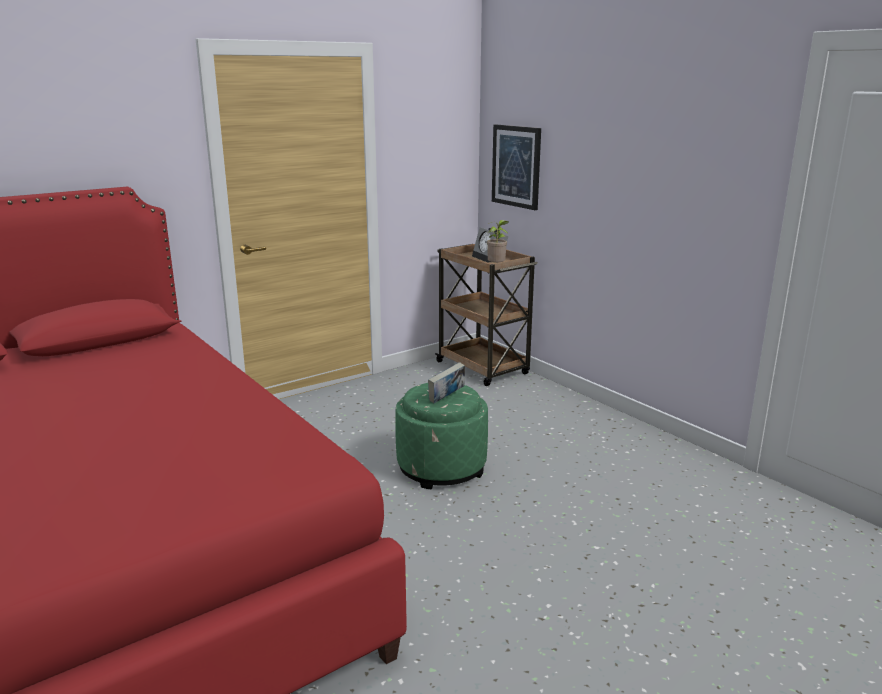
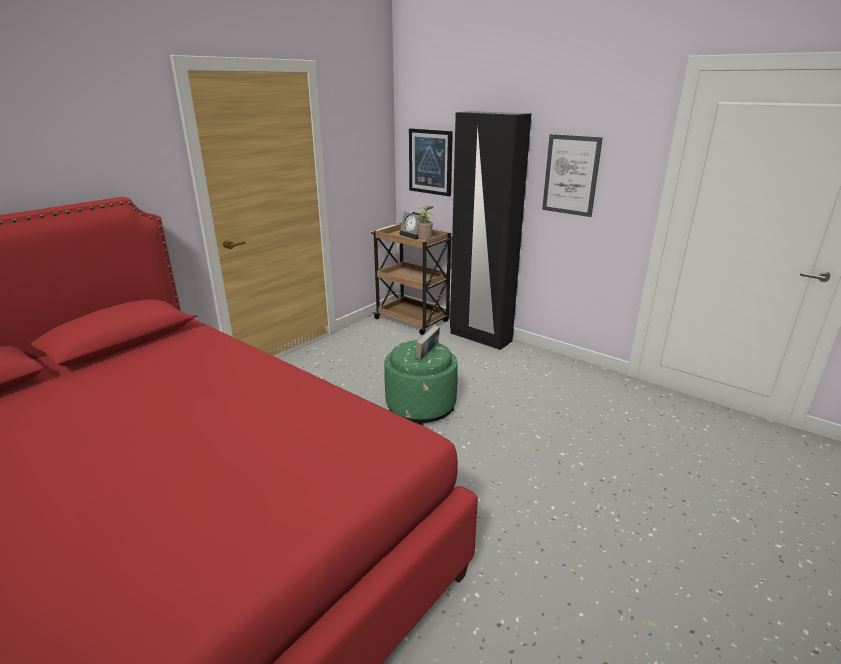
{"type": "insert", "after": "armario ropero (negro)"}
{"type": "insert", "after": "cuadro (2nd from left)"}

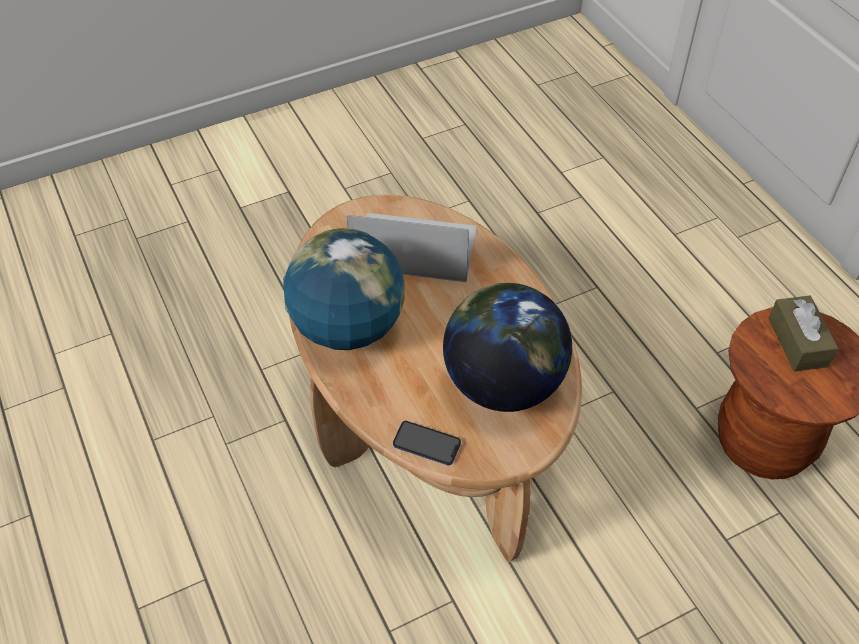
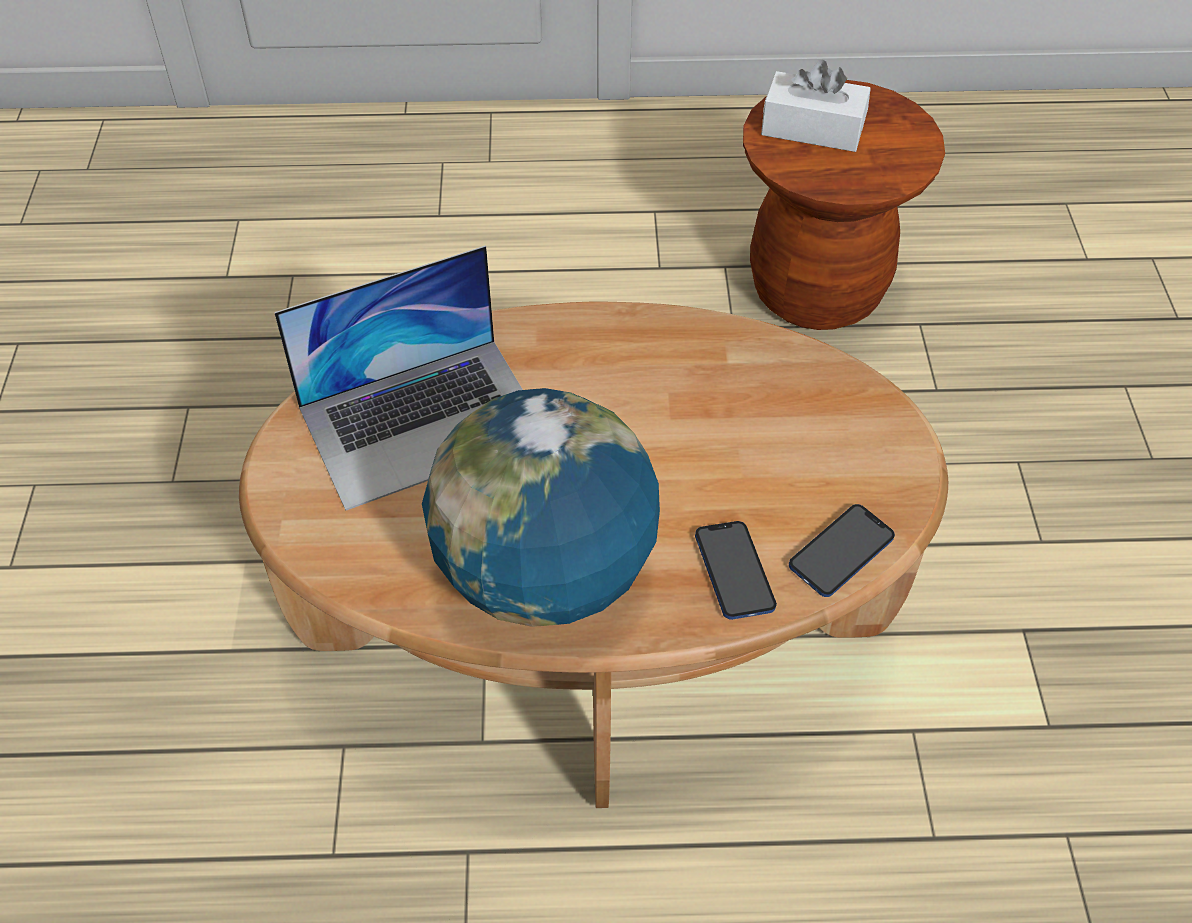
{"type": "rotate", "before": "portátil", "turn": -150}
{"type": "delete", "before": "globo terráqueo (2nd from left)"}
{"type": "recolor", "before": "caja de pañuelos (marrón)", "after": "caja de pañuelos (blanco)"}
{"type": "insert", "after": "móvil (1st from left)"}

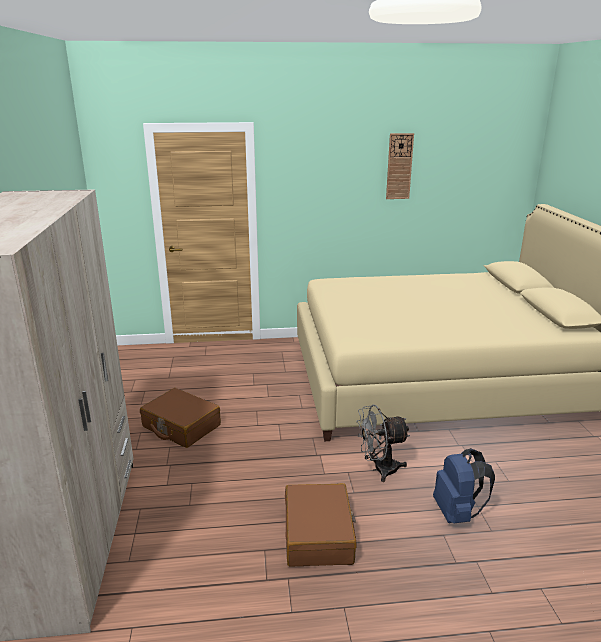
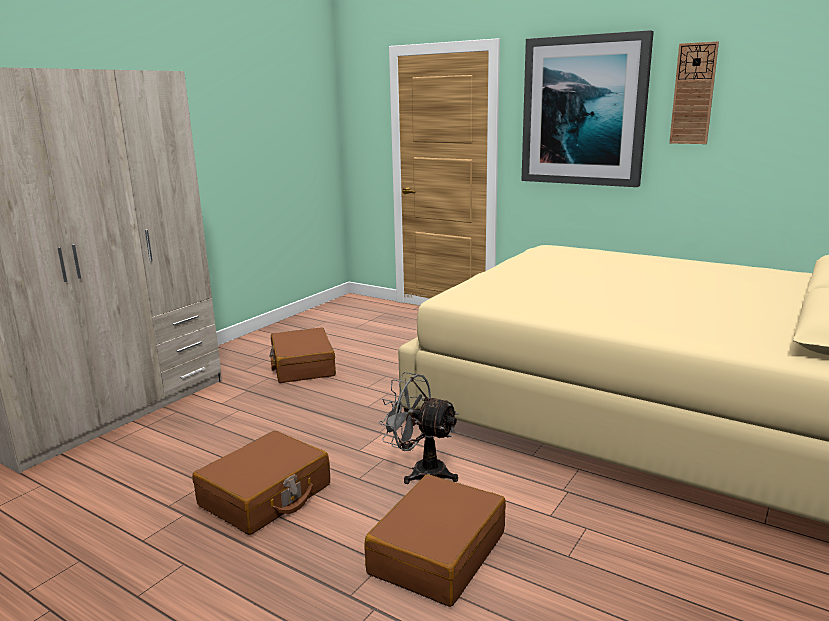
{"type": "replace", "before": "mochila (azul)", "after": "maleta (marrón) (3rd from left)"}
{"type": "insert", "after": "cuadro"}

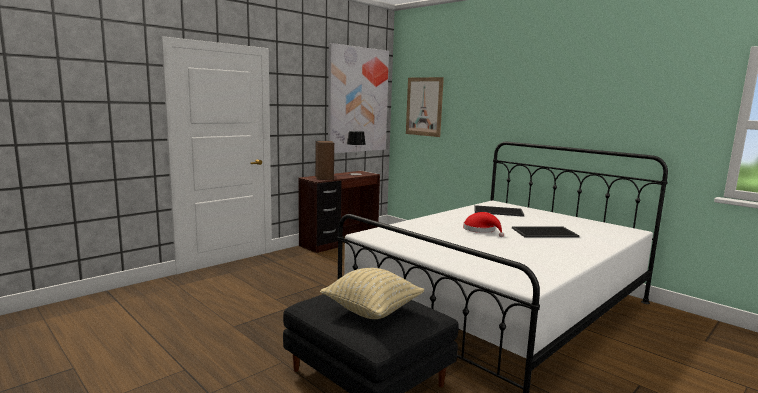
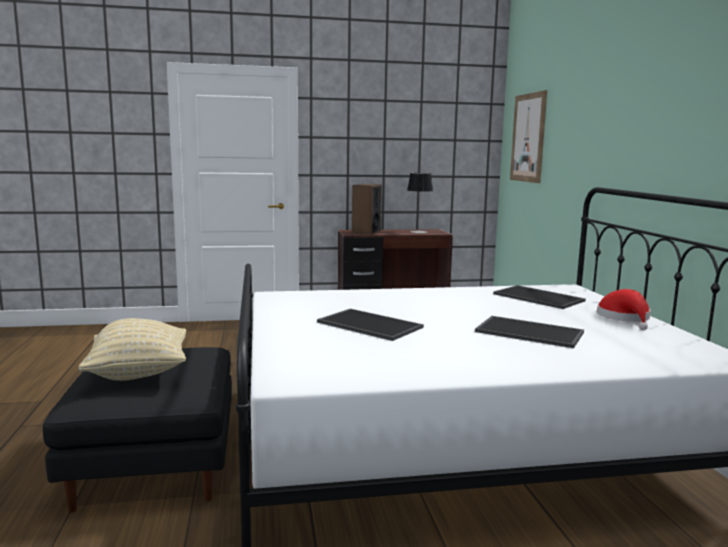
{"type": "delete", "before": "cuadro (1st from left)"}
{"type": "move", "before": "sombrero (rojo)"}
{"type": "insert", "after": "bandeja (1st from left)"}

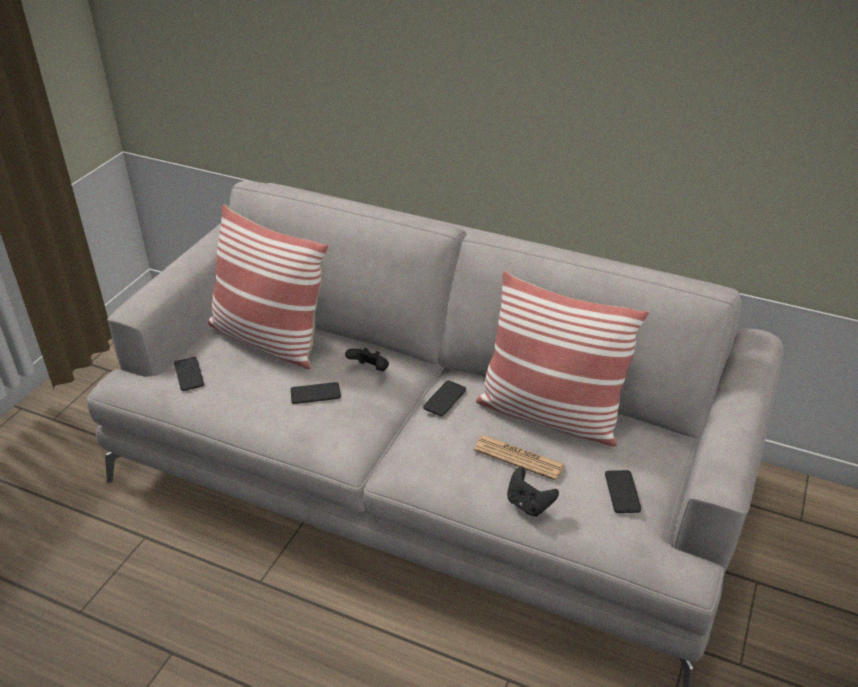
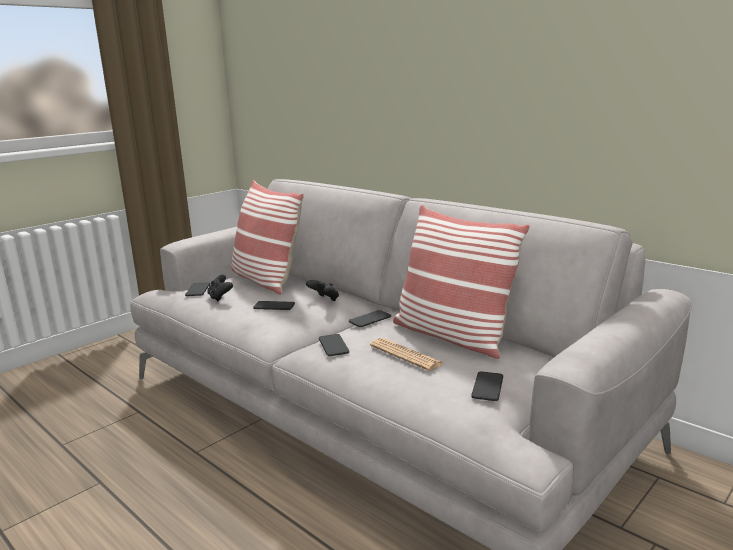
{"type": "move", "before": "mando de consola (negro) (2nd from left in the first image)", "after": "mando de consola (negro) (1st from left)"}
{"type": "insert", "after": "móvil (3rd from left)"}

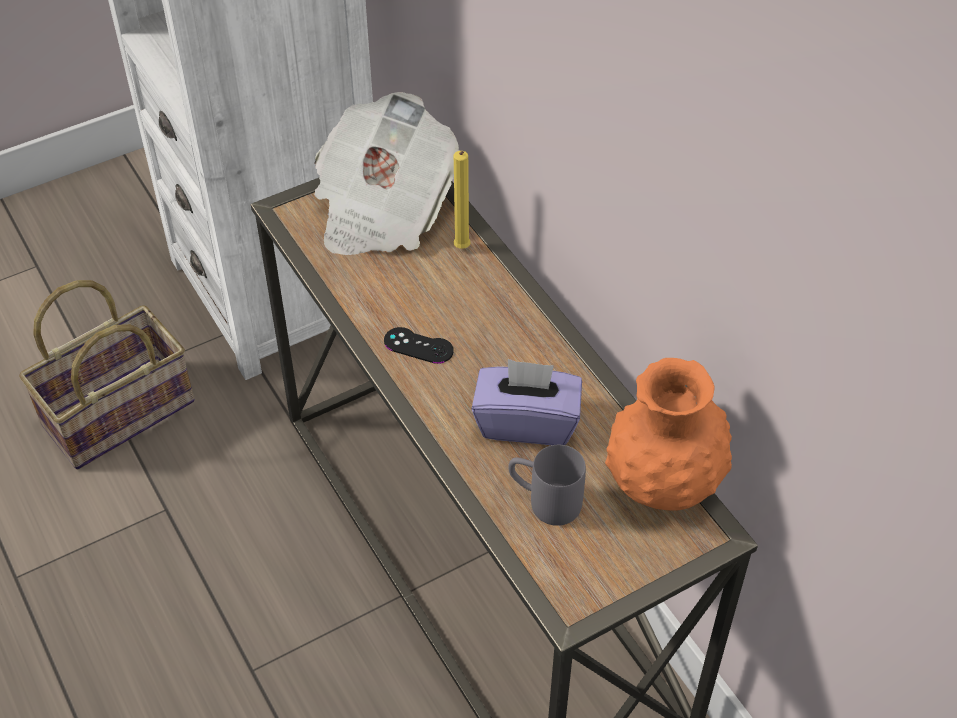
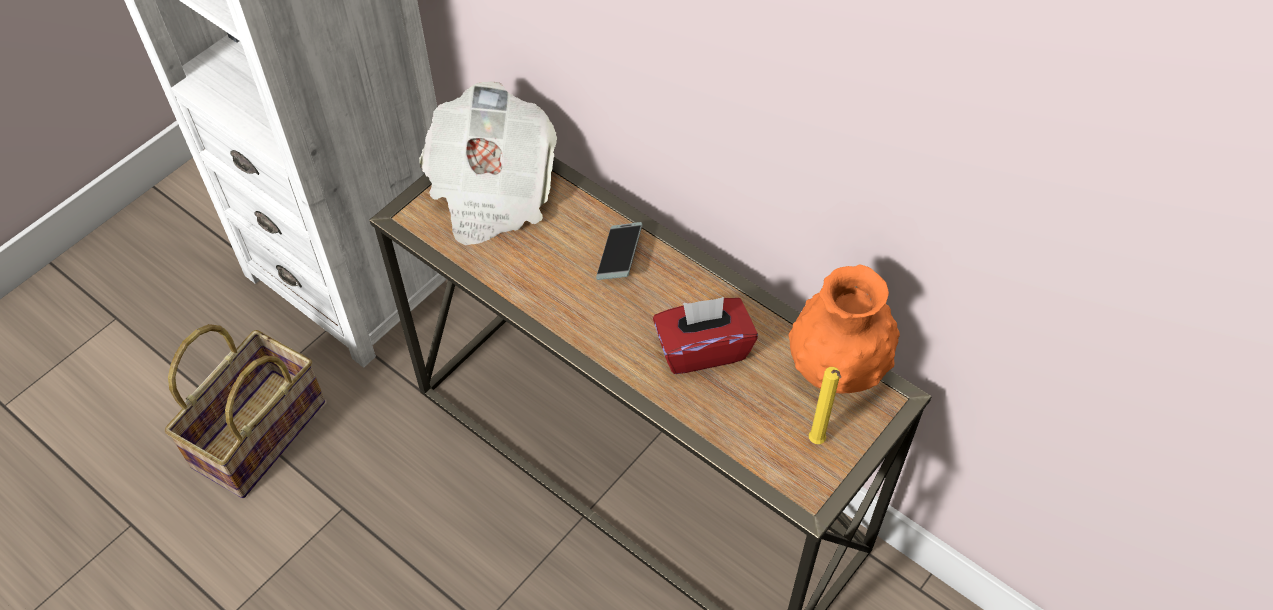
{"type": "delete", "before": "mando de consola (negro)"}
{"type": "move", "before": "vela (amarillo)"}
{"type": "recolor", "before": "caja de pañuelos (morado)", "after": "caja de pañuelos (rojo)"}
{"type": "delete", "before": "taza grande (gris)"}
{"type": "insert", "after": "móvil"}

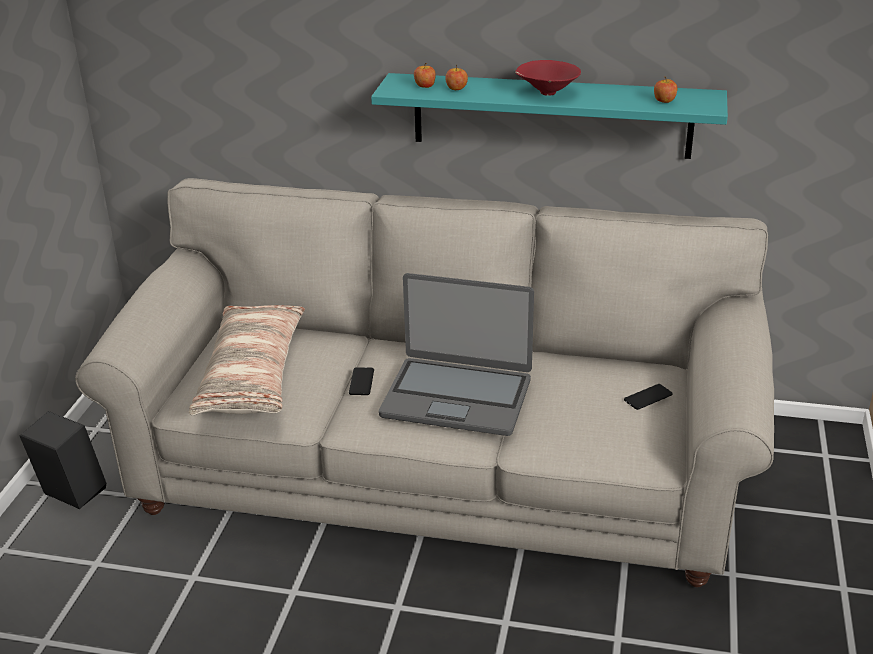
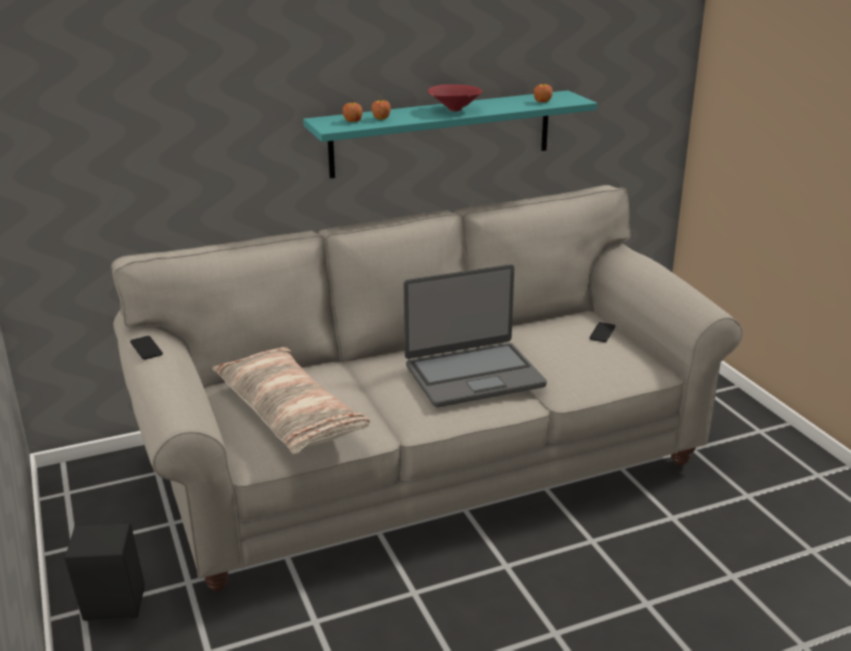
{"type": "move", "before": "móvil (1st from left)"}

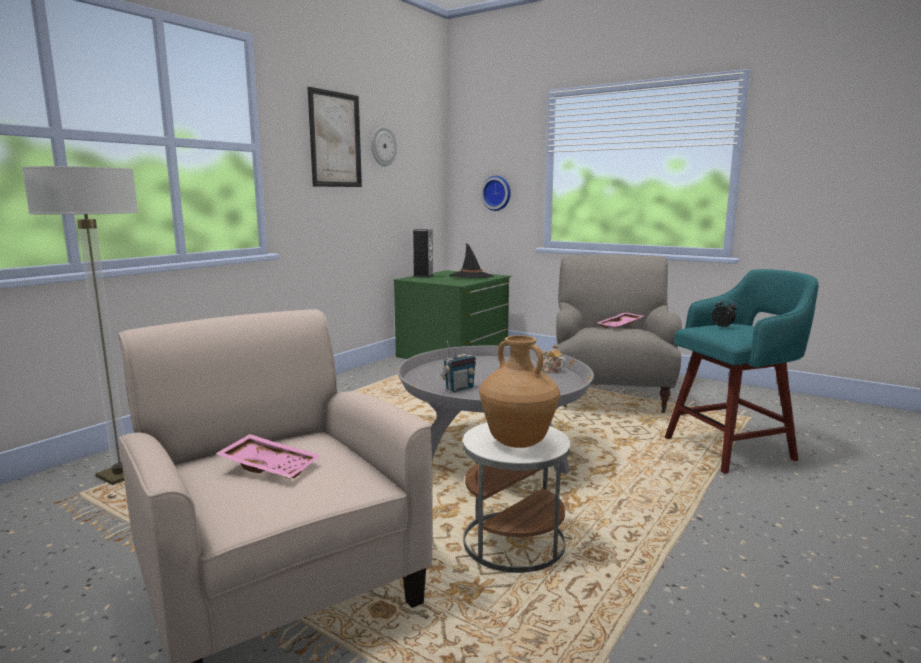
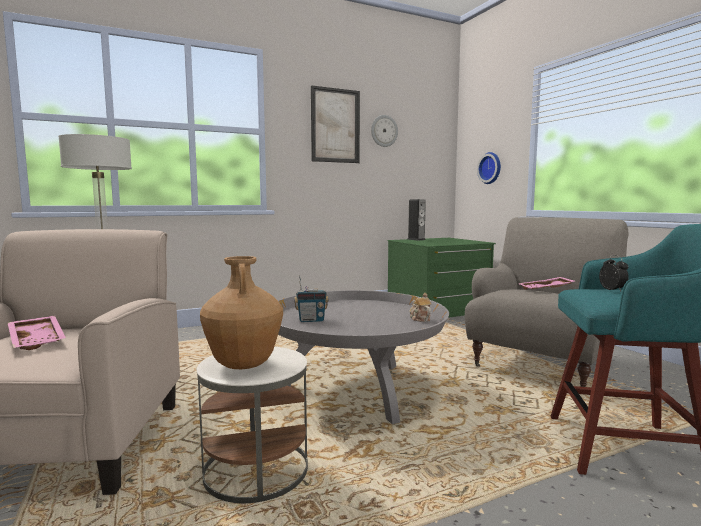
{"type": "delete", "before": "sombrero (negro)"}

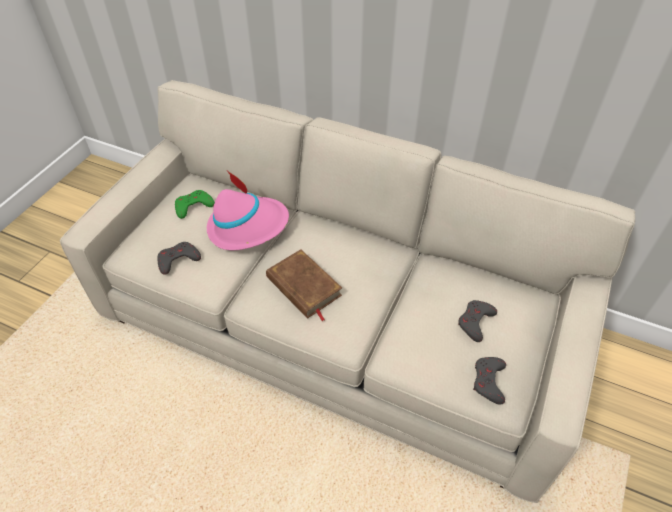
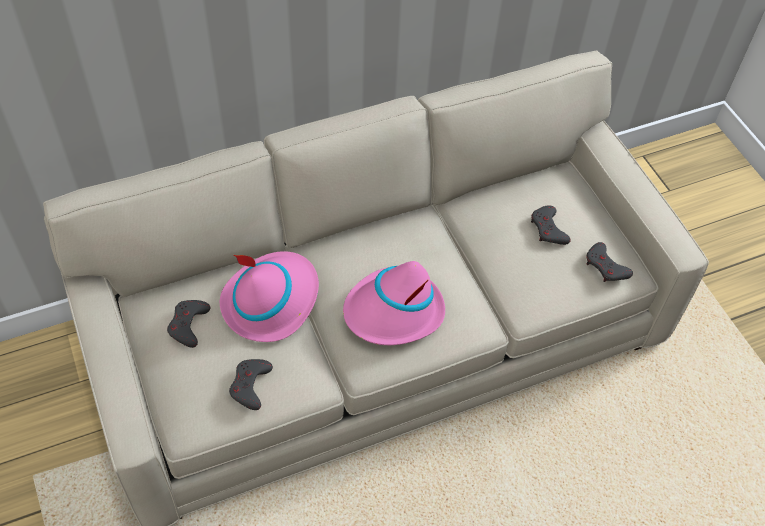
{"type": "recolor", "before": "mando de consola (verde)", "after": "mando de consola (gris) (1st from left)"}
{"type": "replace", "before": "libro (marrón)", "after": "sombrero (rosa) (2nd from left)"}

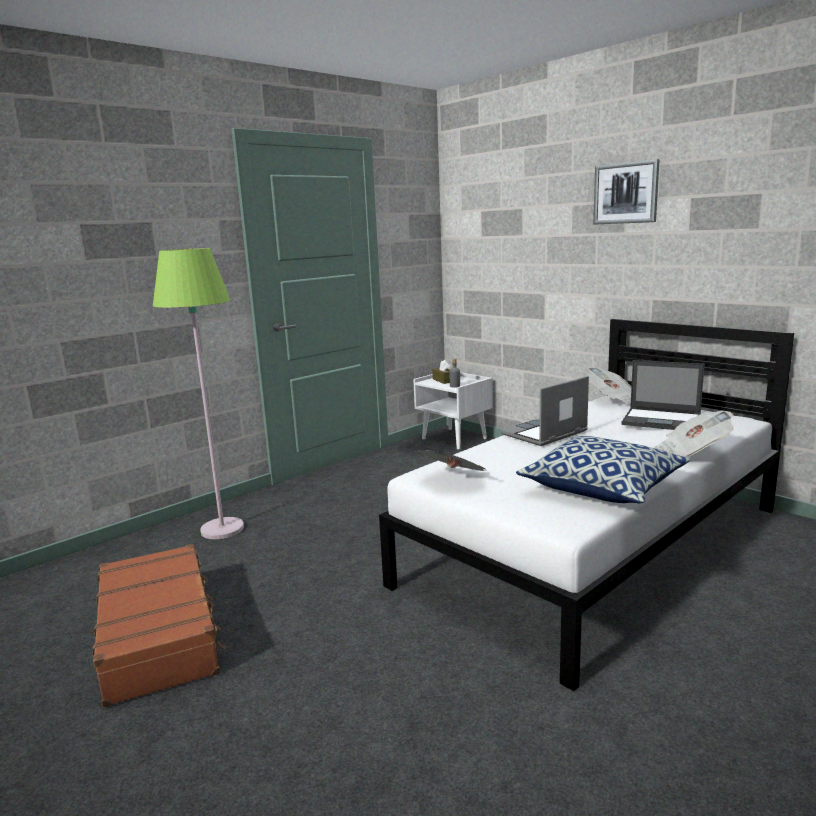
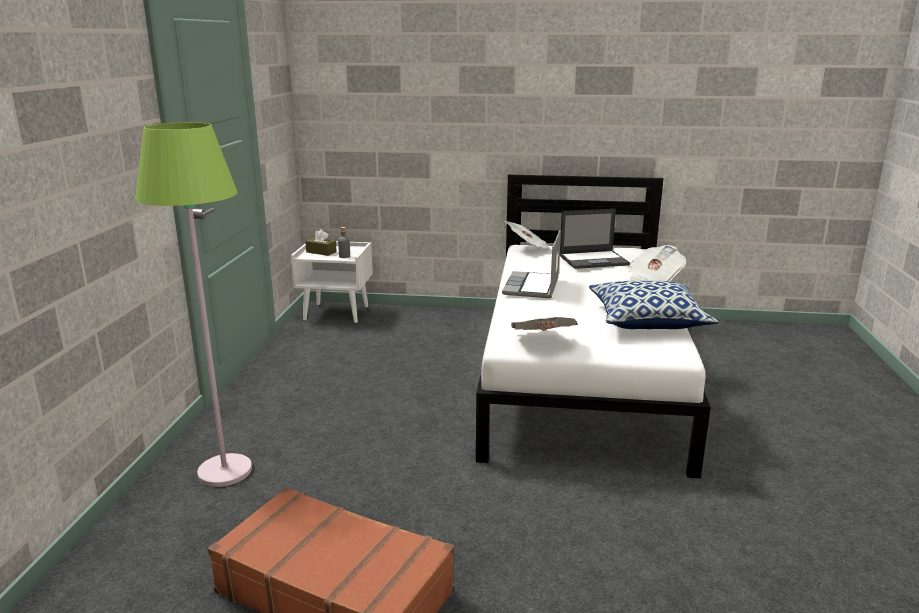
{"type": "delete", "before": "cuadro"}

